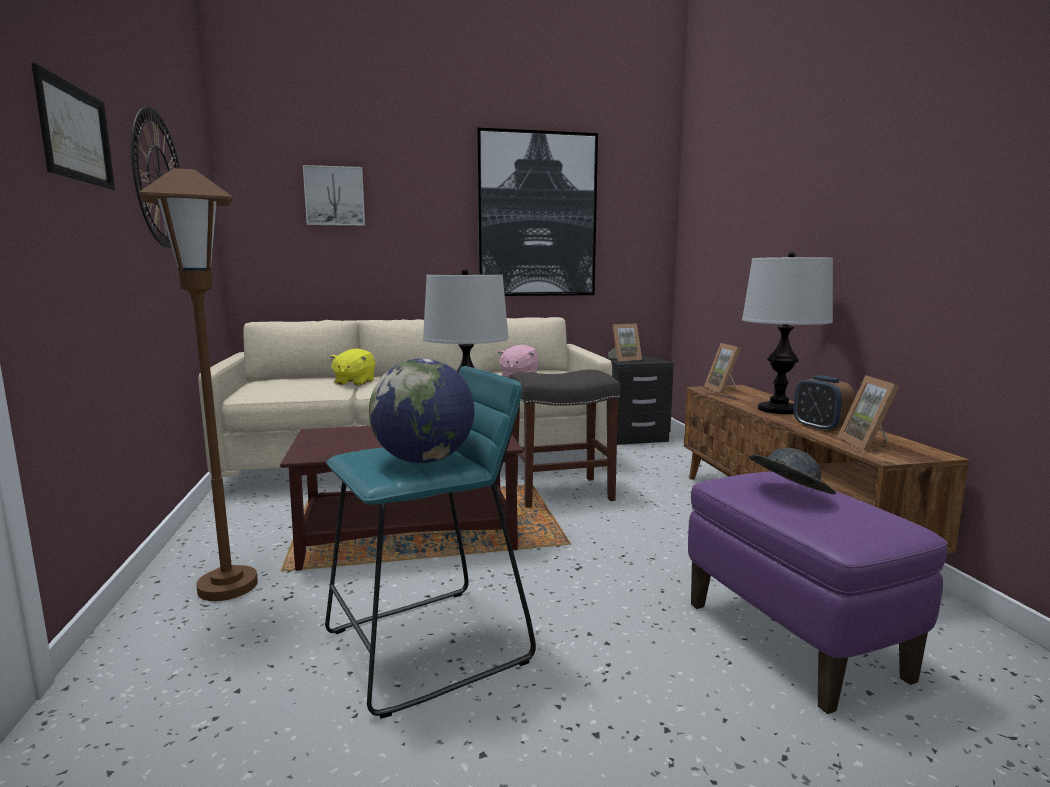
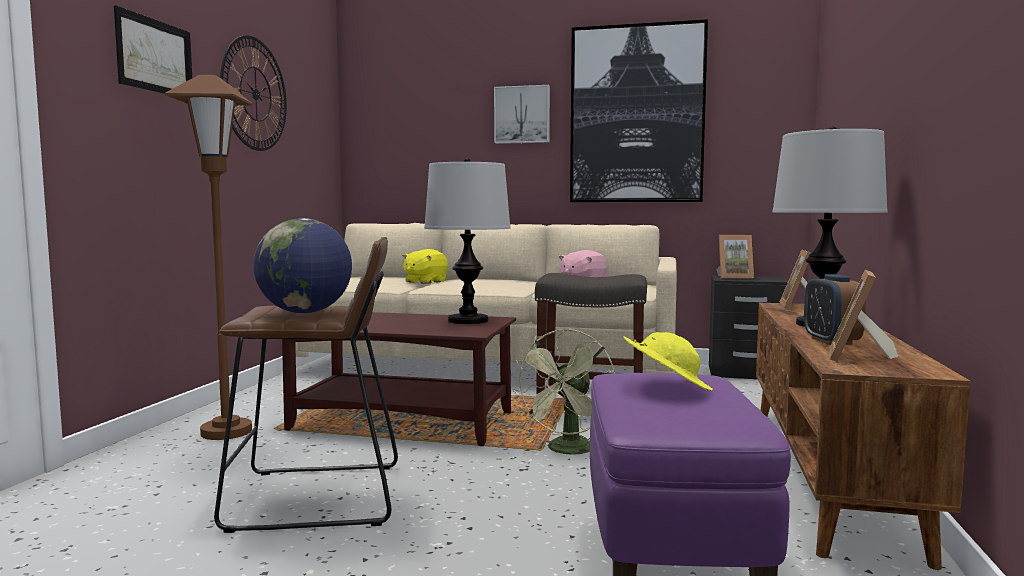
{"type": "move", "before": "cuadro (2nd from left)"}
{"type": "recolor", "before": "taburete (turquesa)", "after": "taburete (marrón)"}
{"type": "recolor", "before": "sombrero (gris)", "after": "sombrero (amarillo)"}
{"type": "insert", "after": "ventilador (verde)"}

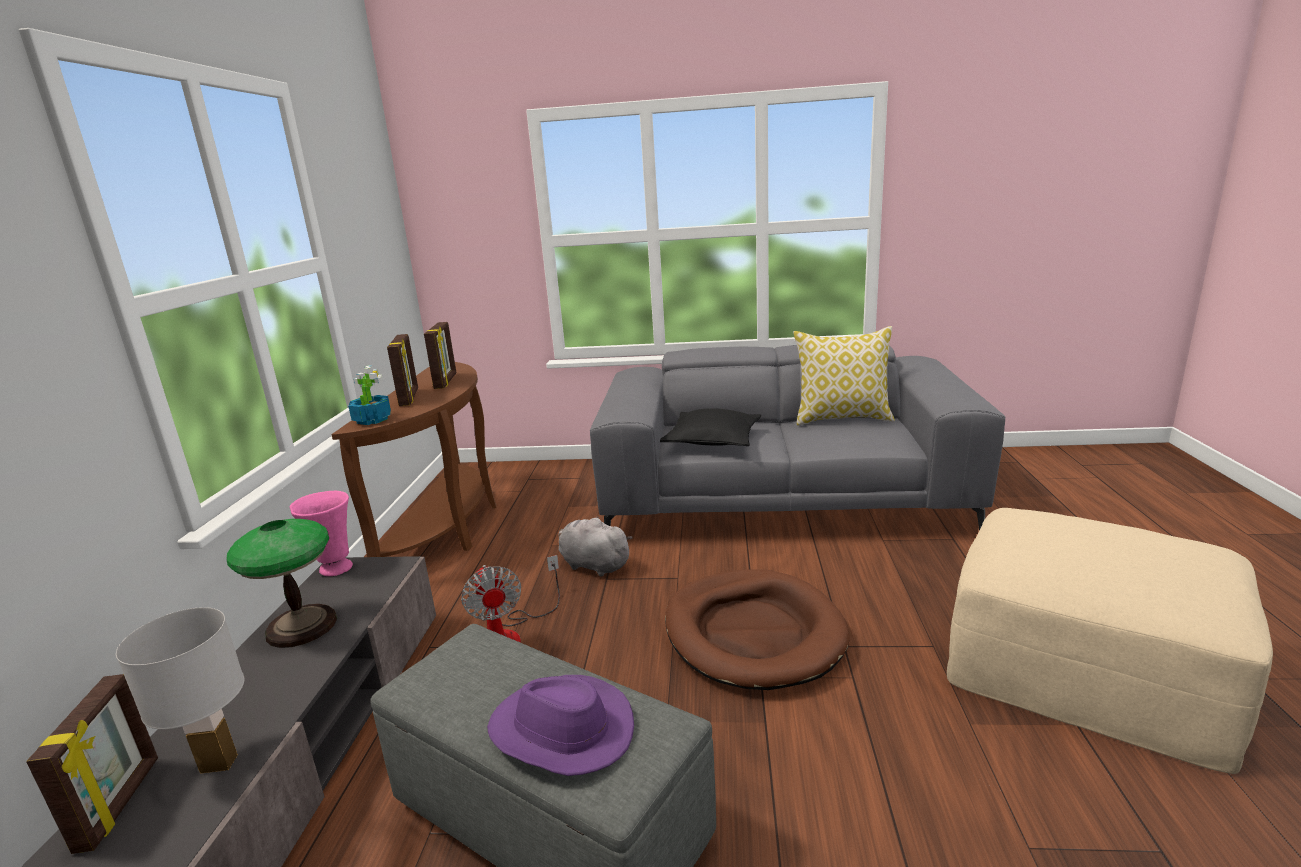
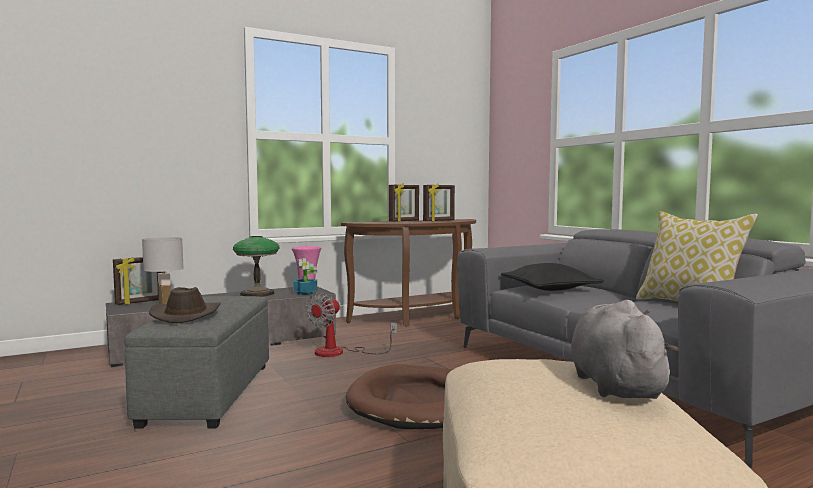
{"type": "move", "before": "planta en maceta"}
{"type": "recolor", "before": "sombrero (morado)", "after": "sombrero (marrón)"}
{"type": "move", "before": "peluche (gris)"}

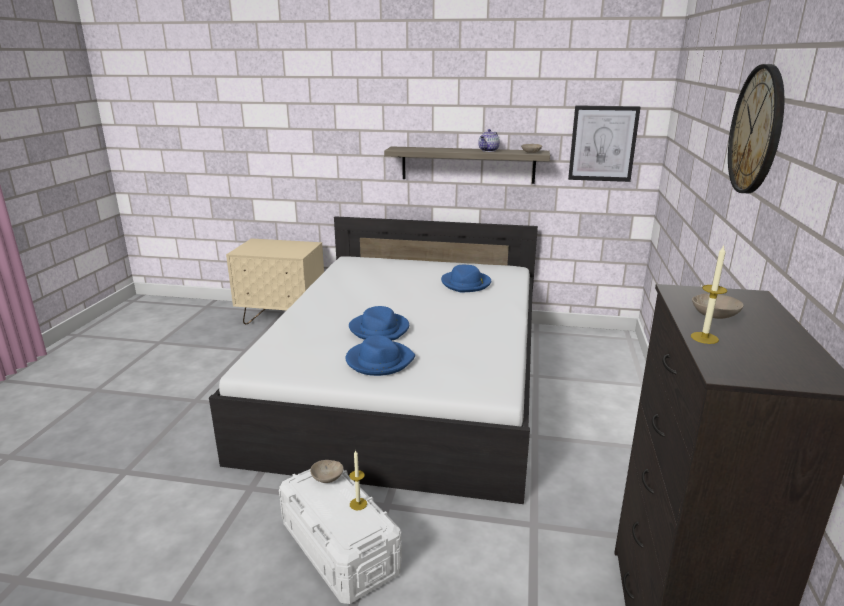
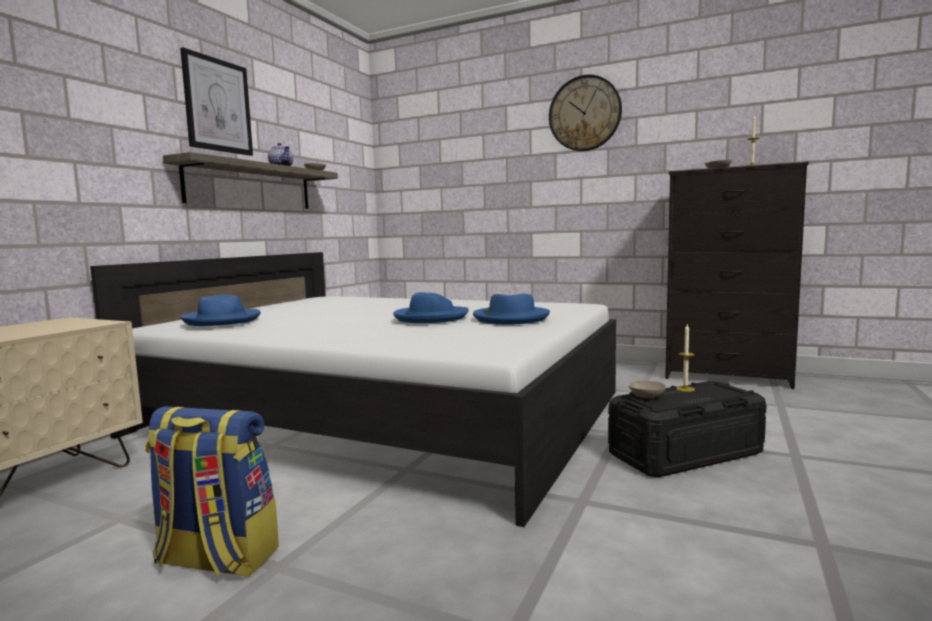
{"type": "recolor", "before": "caja de almacenaje (blanco)", "after": "caja de almacenaje (negro)"}
{"type": "move", "before": "sombrero (azul) (3rd from left in the first image)", "after": "sombrero (azul) (1st from left)"}
{"type": "move", "before": "cuadro"}
{"type": "insert", "after": "mochila"}

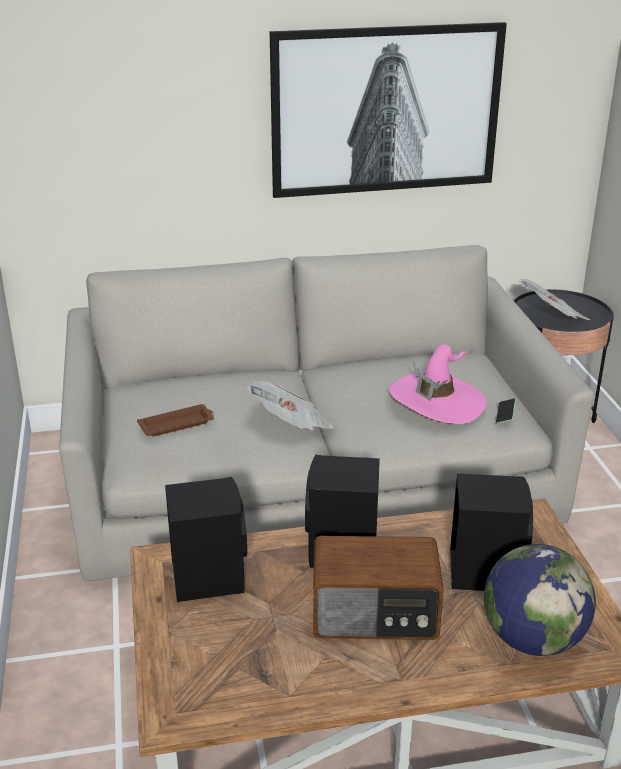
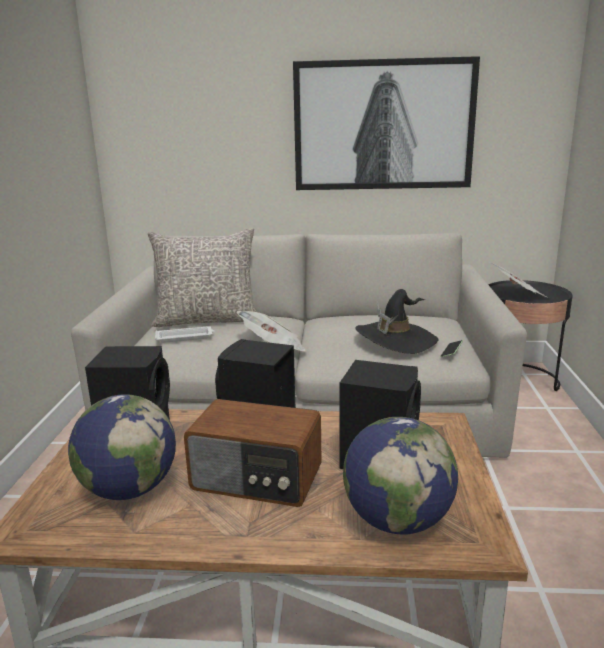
{"type": "recolor", "before": "bandeja (marrón)", "after": "bandeja (blanco)"}
{"type": "recolor", "before": "sombrero (rosa)", "after": "sombrero (negro)"}
{"type": "insert", "after": "globo terráqueo (1st from left)"}
{"type": "insert", "after": "cojín (gris)"}

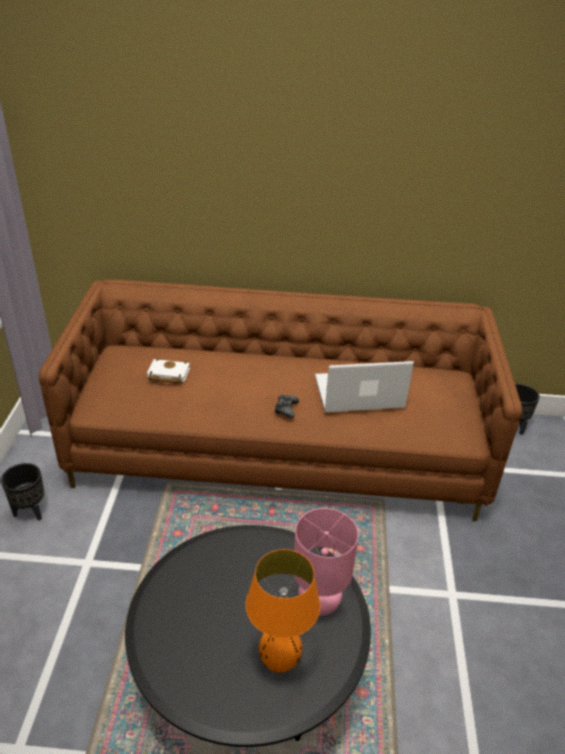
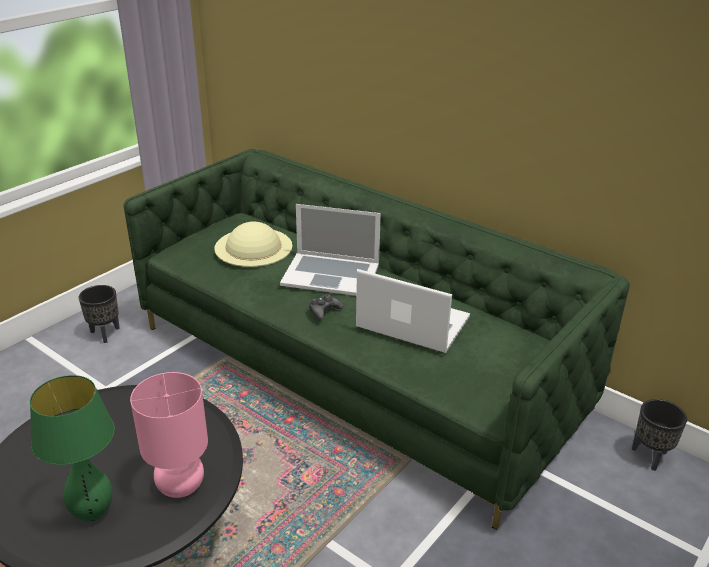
{"type": "recolor", "before": "sofá (marrón)", "after": "sofá (verde)"}
{"type": "replace", "before": "libro (blanco)", "after": "sombrero (beis)"}
{"type": "recolor", "before": "lámpara de mesa (naranja)", "after": "lámpara de mesa (verde)"}
{"type": "insert", "after": "portátil (1st from left)"}

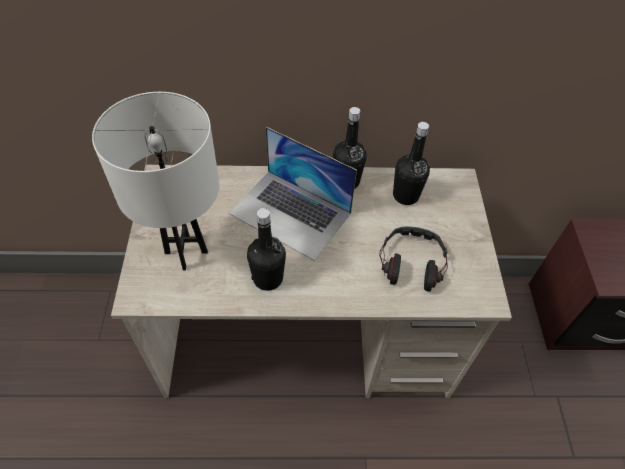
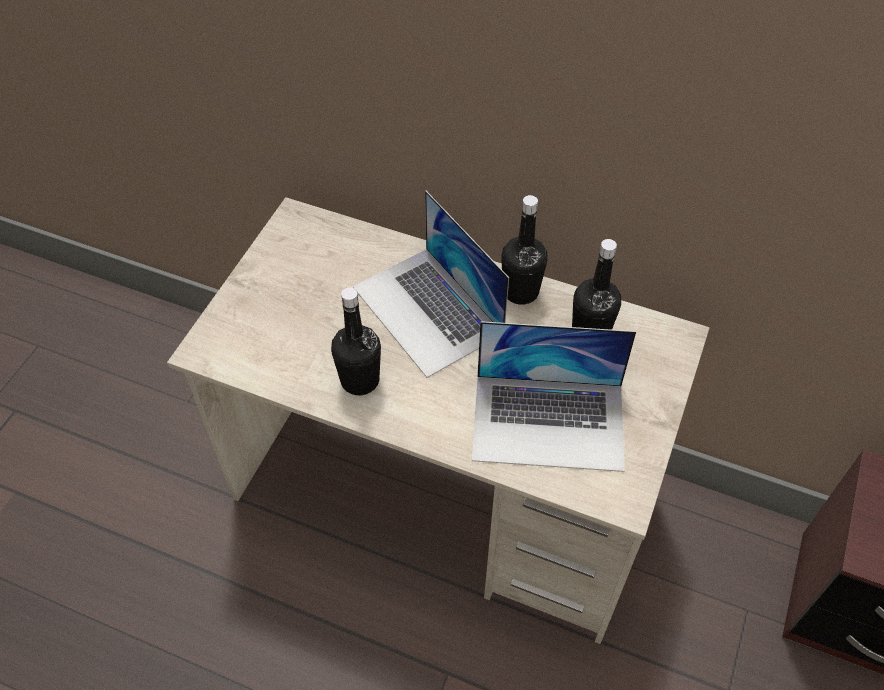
{"type": "delete", "before": "lámpara de mesa (blanco)"}
{"type": "replace", "before": "auriculares", "after": "portátil (2nd from left)"}

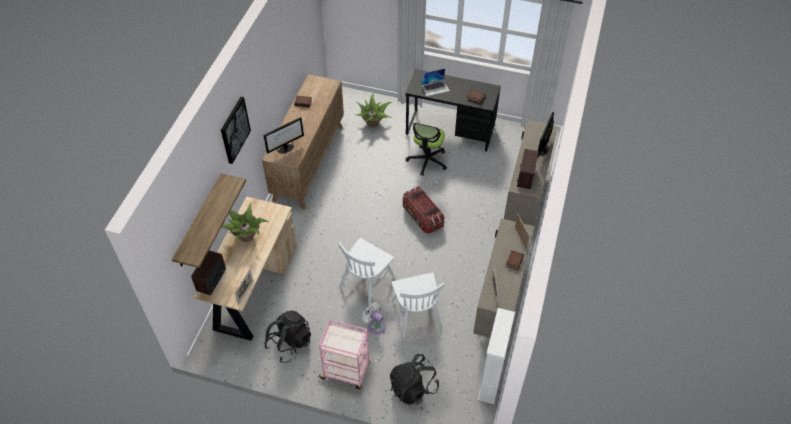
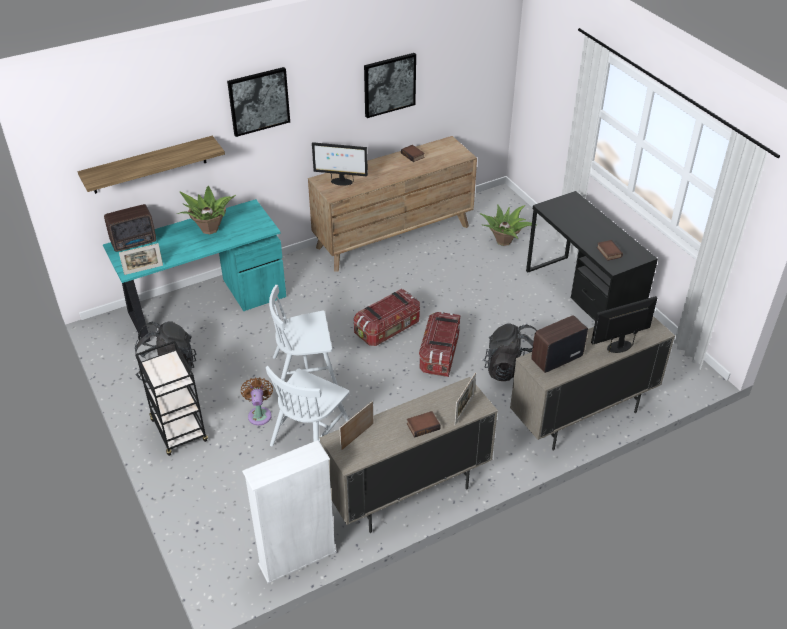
{"type": "recolor", "before": "escritorio (beis)", "after": "escritorio (turquesa)"}
{"type": "recolor", "before": "carrito (rosa)", "after": "carrito (negro)"}
{"type": "recolor", "before": "ventilador (blanco)", "after": "ventilador (marrón)"}
{"type": "move", "before": "mochila (negro) (2nd from left)"}
{"type": "delete", "before": "silla de oficina"}
{"type": "delete", "before": "portátil"}
{"type": "insert", "after": "caja de almacenaje (1st from left)"}
{"type": "insert", "after": "cuadro (2nd from left)"}

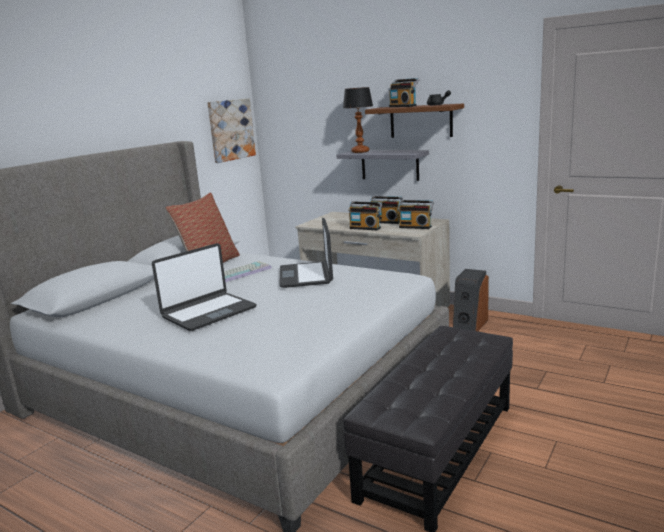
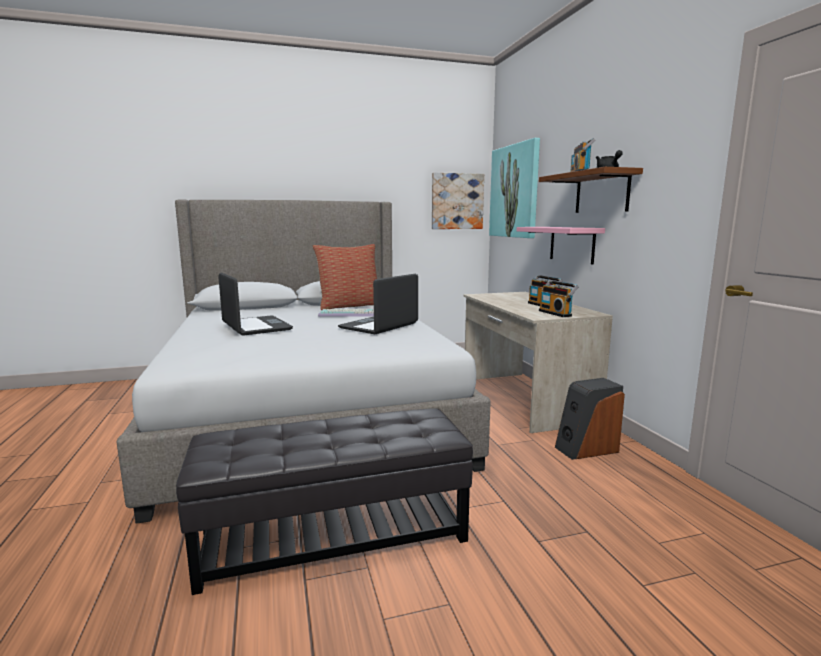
{"type": "rotate", "before": "portátil (1st from left)", "turn": -120}
{"type": "recolor", "before": "estante (gris)", "after": "estante (rosa)"}
{"type": "delete", "before": "lámpara de mesa"}
{"type": "delete", "before": "radio (1st from left)"}
{"type": "insert", "after": "cuadro (2nd from left)"}

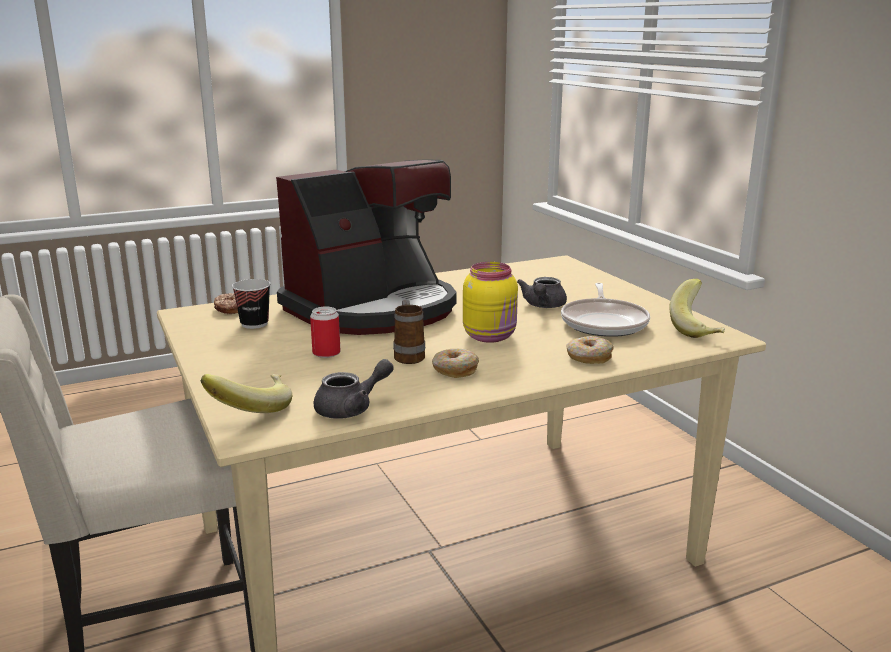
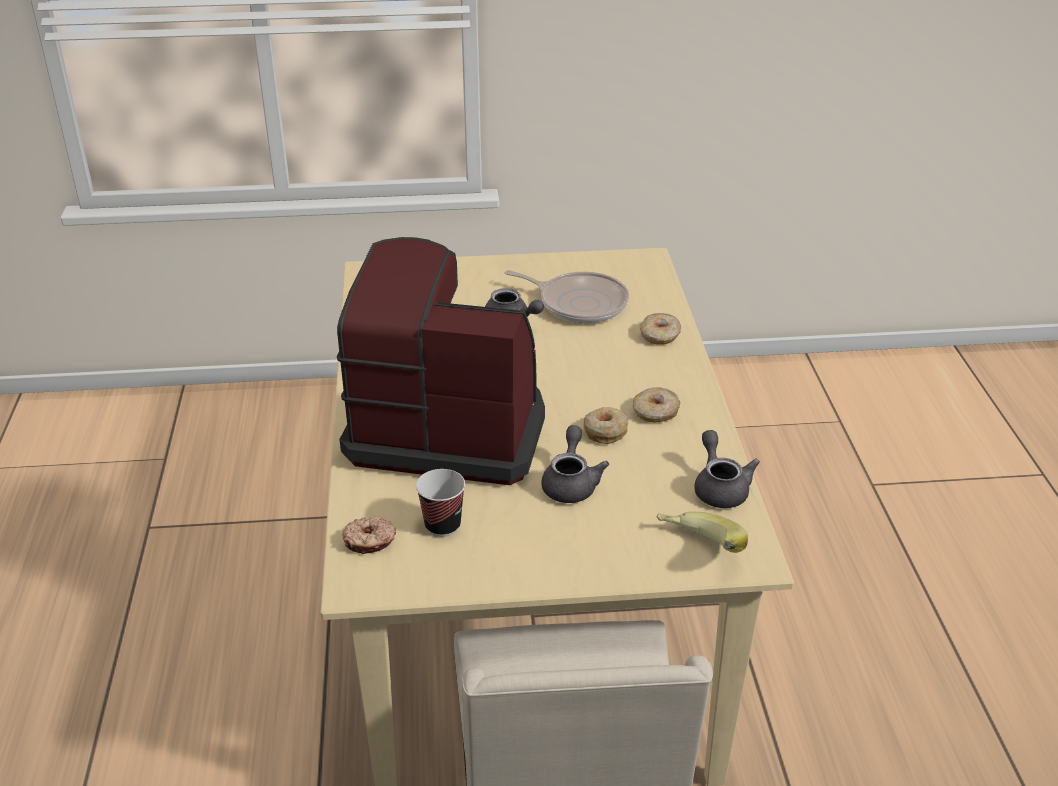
{"type": "rotate", "before": "cafetera", "turn": -60}
{"type": "replace", "before": "lata", "after": "tetera (gris) (2nd from left)"}
{"type": "replace", "before": "taza grande", "after": "rosquilla (2nd from left)"}
{"type": "delete", "before": "tarro (amarillo)"}
{"type": "delete", "before": "plátano (2nd from left)"}

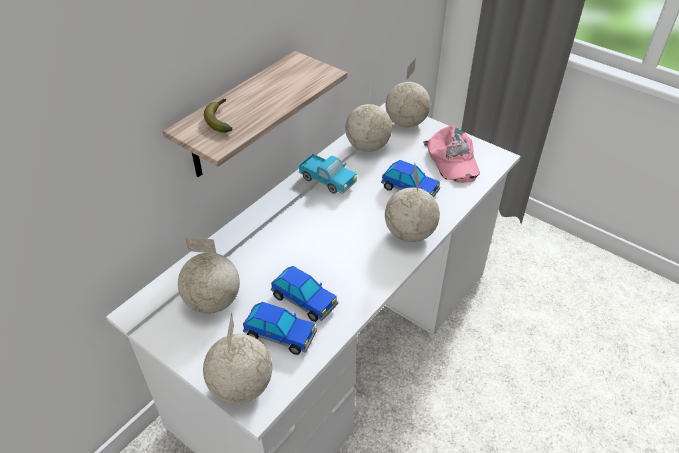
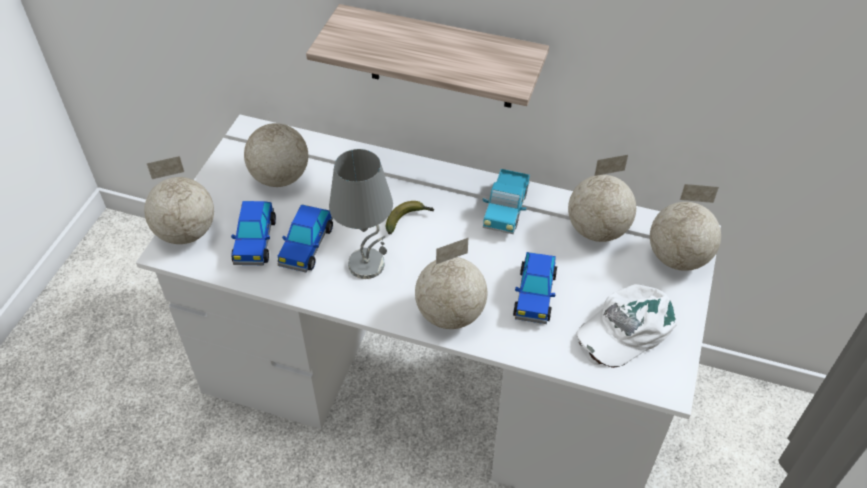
{"type": "move", "before": "plátano"}
{"type": "recolor", "before": "gorra (rosa)", "after": "gorra (blanco)"}
{"type": "insert", "after": "lámpara de mesa (gris)"}

